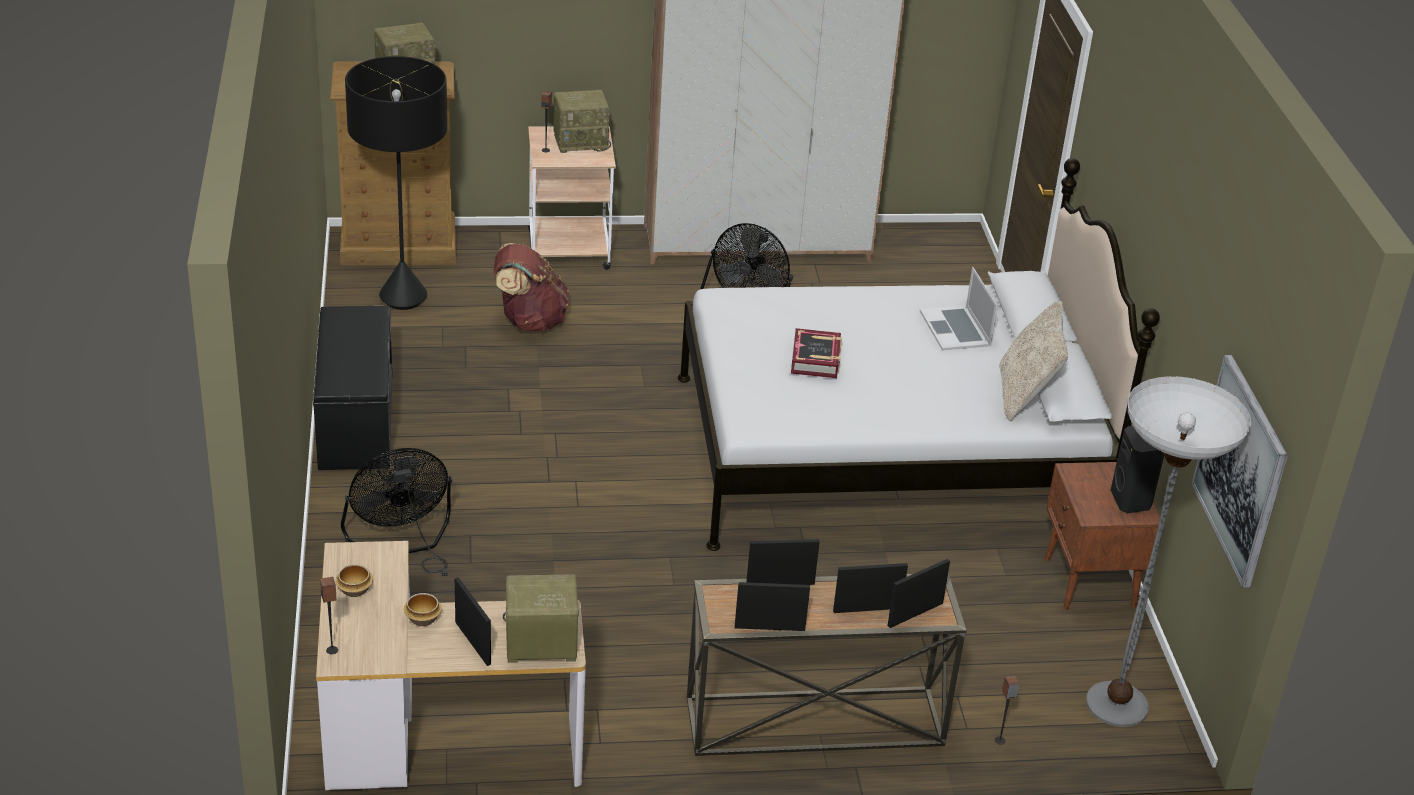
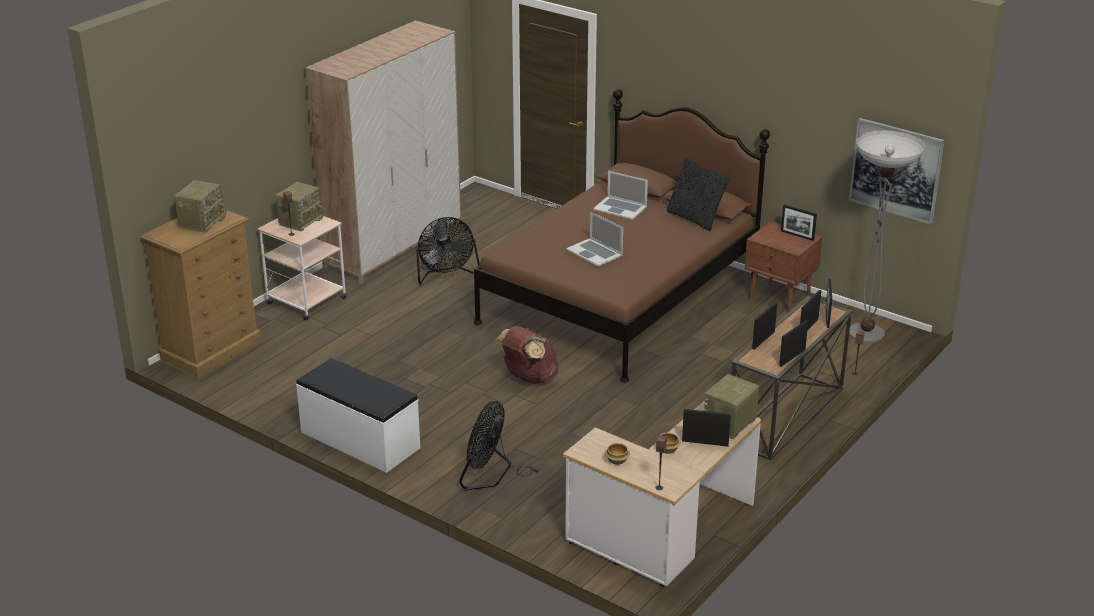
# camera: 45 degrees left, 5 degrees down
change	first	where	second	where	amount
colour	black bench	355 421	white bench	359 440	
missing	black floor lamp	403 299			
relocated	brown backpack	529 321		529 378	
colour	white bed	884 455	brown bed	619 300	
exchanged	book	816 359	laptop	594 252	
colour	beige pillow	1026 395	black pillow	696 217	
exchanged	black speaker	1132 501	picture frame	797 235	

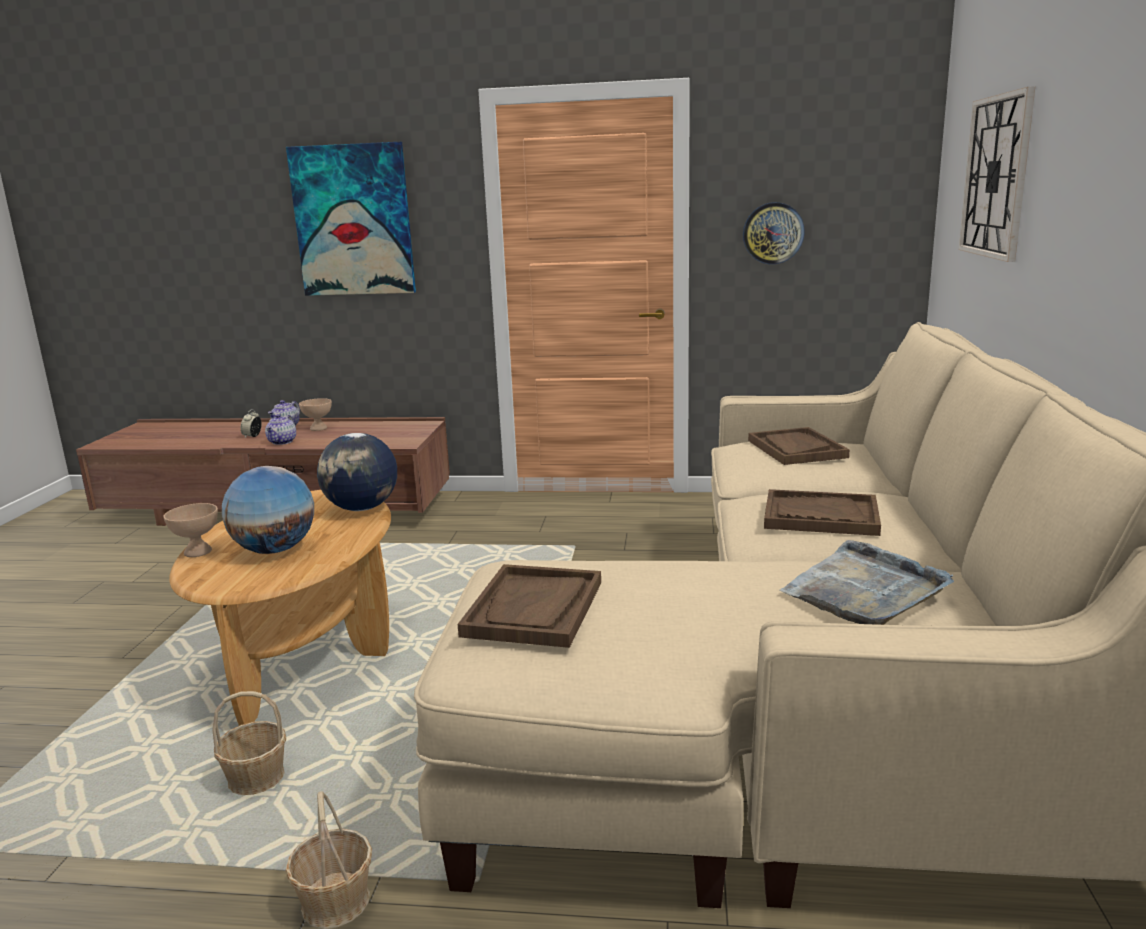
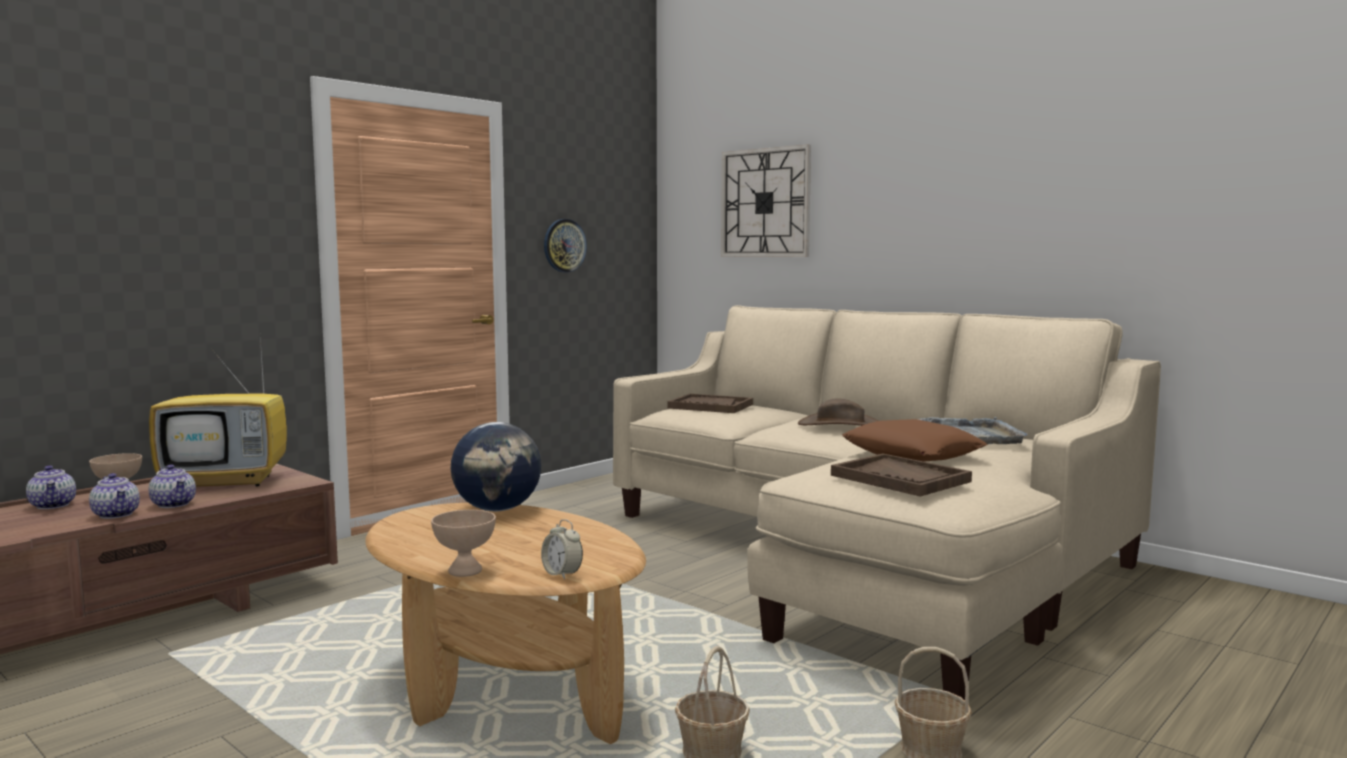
# camera: 55 degrees left, 10 degrees down
change	first	where	second	where	amount
missing	globe	274 550			
relocated	alarm clock	252 436		562 574	
missing	picture	353 220			
exchanged	brown tray	820 516	brown hat	840 425	
appeared			television	227 482	
appeared			teapot	174 504	
appeared			brown pillow	912 453	

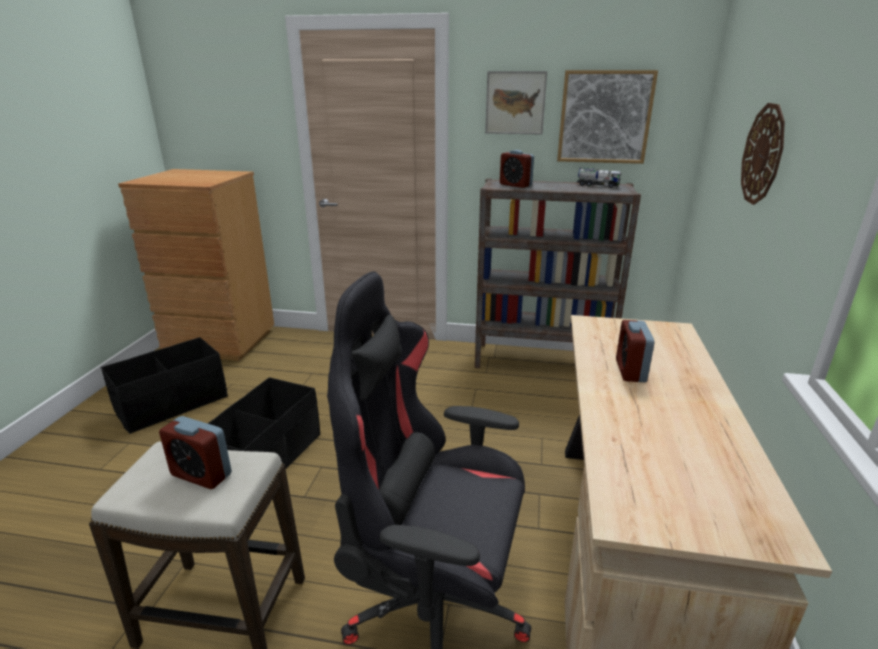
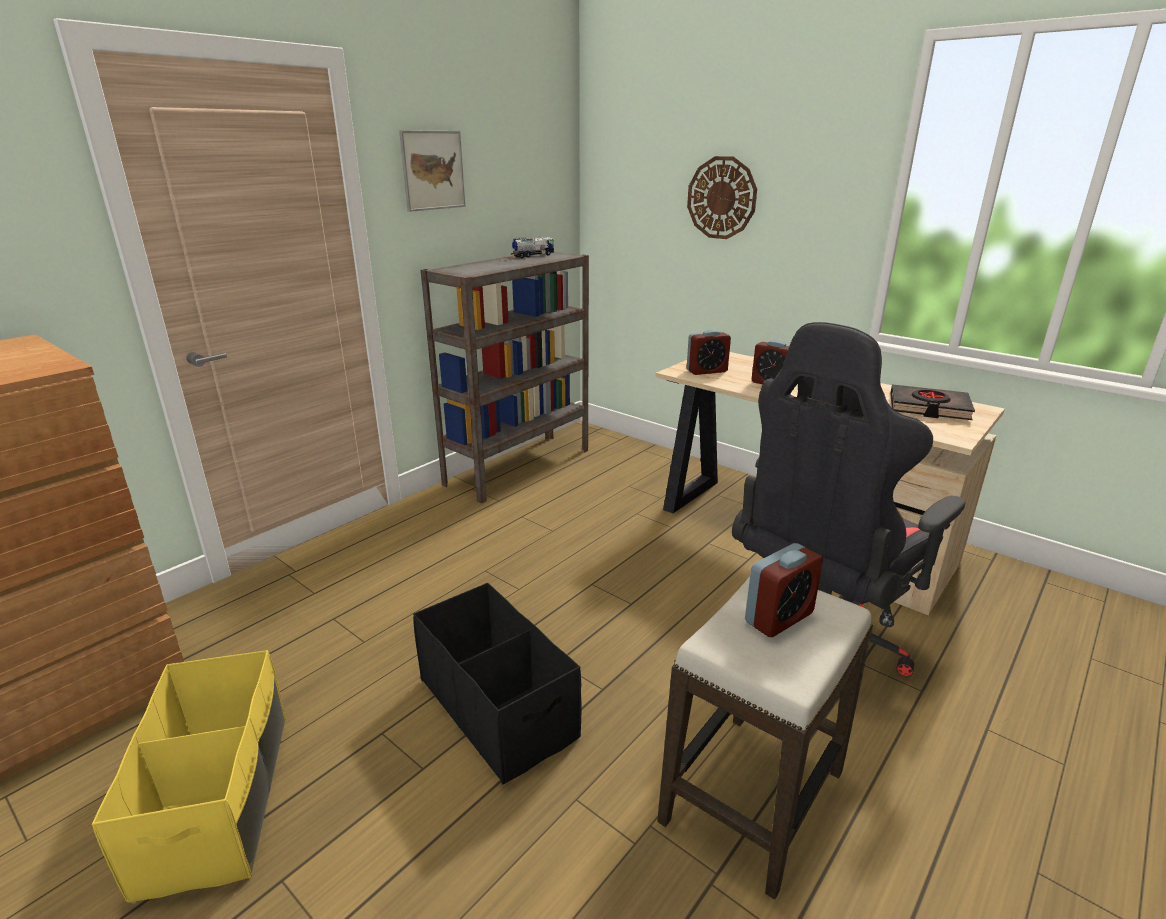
# camera: 60 degrees left, 0 degrees up
change	first	where	second	where	amount
colour	black storage box	172 404	yellow storage box	218 799	
relocated	alarm clock	515 185		706 371	
missing	picture	604 117			
appeared			black book	928 408	

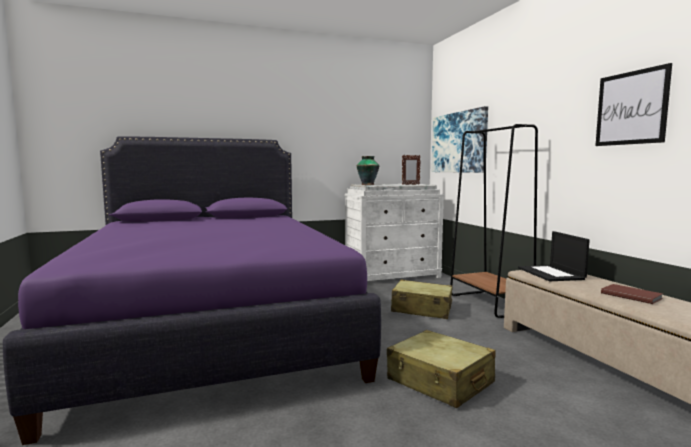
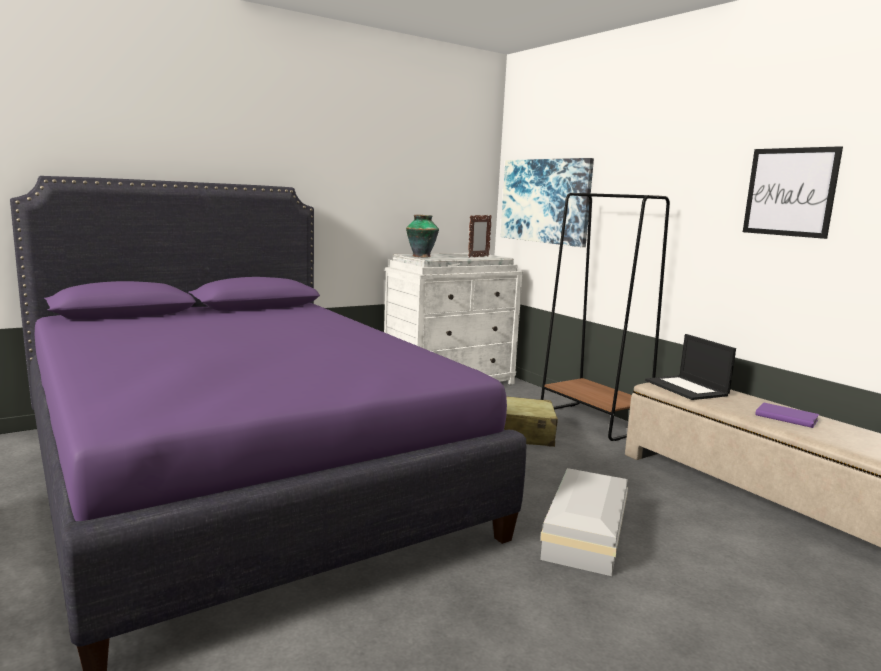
# camera: 15 degrees left, 5 degrees up
change	first	where	second	where	amount
exchanged	beige suitcase	440 381	white storage box	587 533	
colour	brown book	630 295	purple book	786 417	

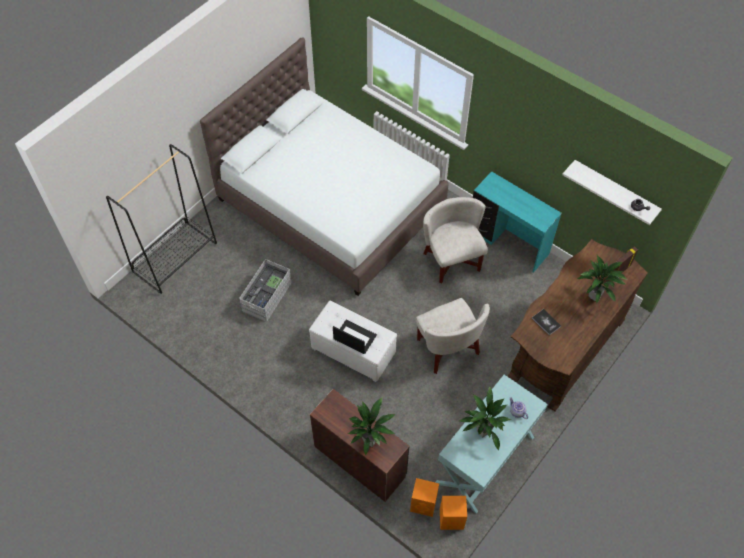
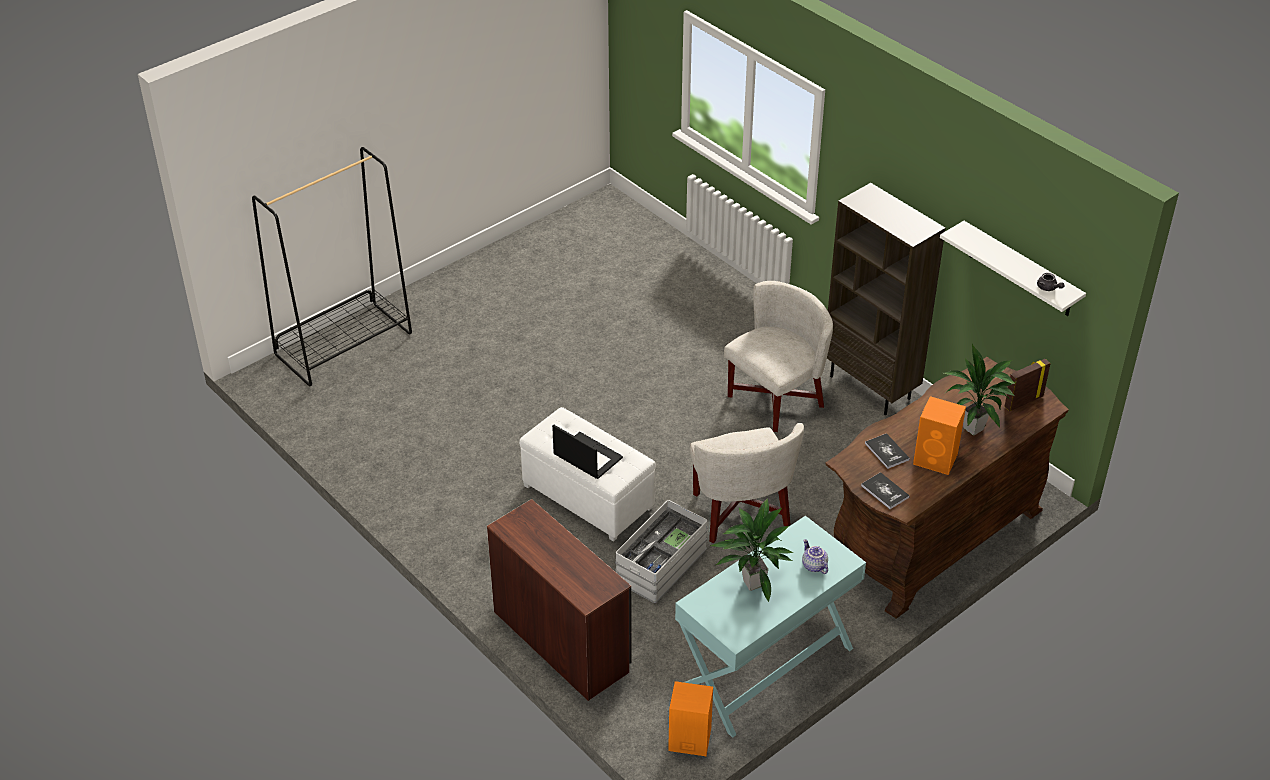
# camera: 10 degrees right, 15 degrees down
change	first	where	second	where	amount
missing	white bed	331 203			
relocated	grey storage box	267 296		662 565	
missing	potted plant	371 440			
relocated	orange speaker	424 504		936 459	
spun	white armchair	452 261		775 399	60 degrees clockwise
exchanged	turquoise desk	508 243	brown bookcase	871 387	
appeared			book	885 491	

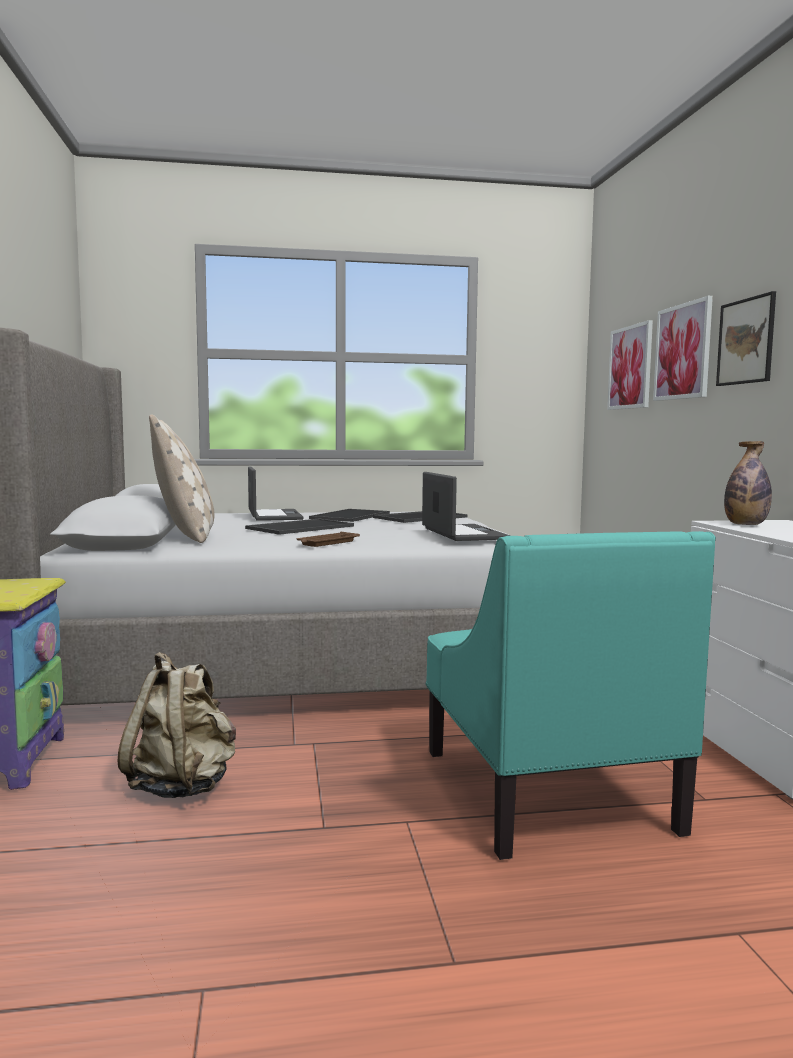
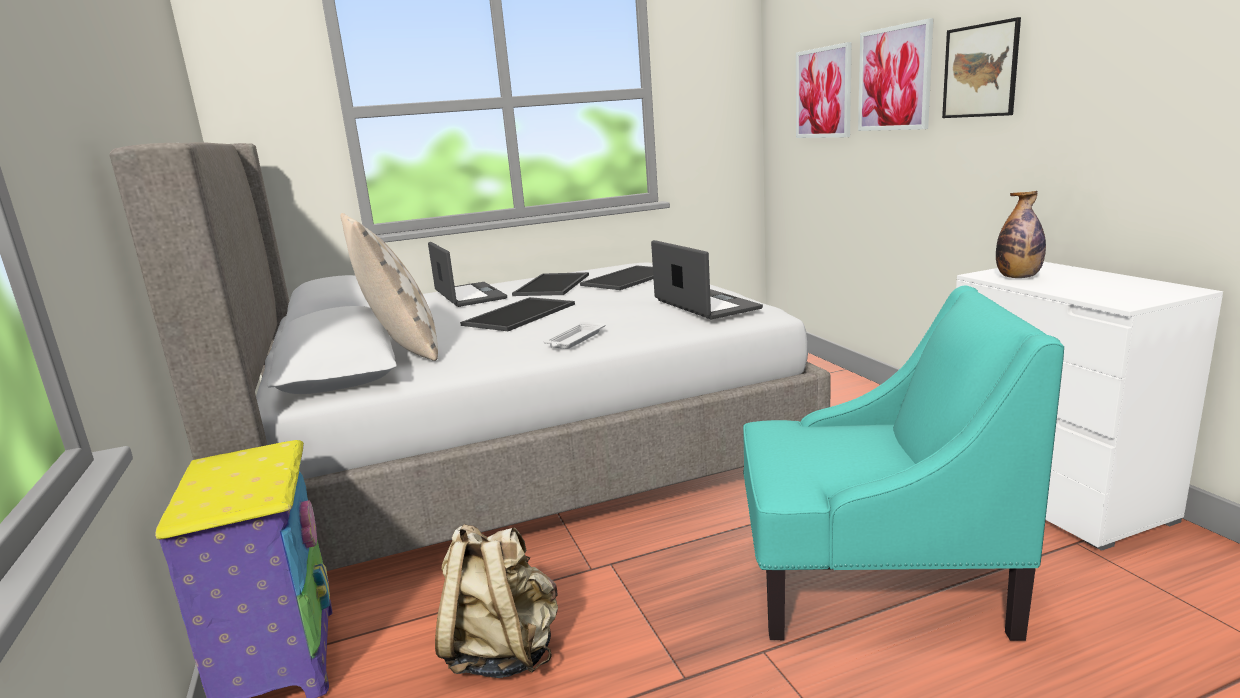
# camera: 10 degrees left, 10 degrees up
change	first	where	second	where	amount
colour	brown tray	327 543	white tray	575 340	
spun	turquoise armchair	543 790		869 581	60 degrees counterclockwise

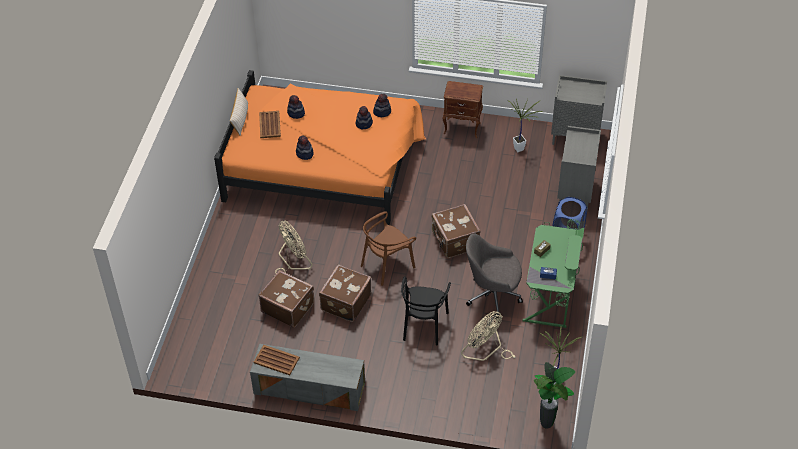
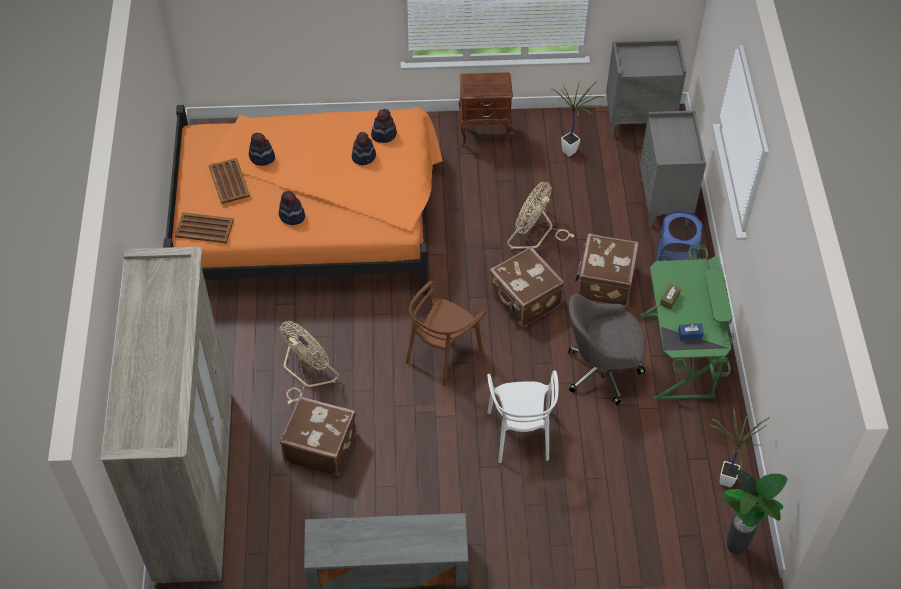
# camera: 15 degrees left, 5 degrees up
change	first	where	second	where	amount
missing	beige pillow	240 119			
relocated	brown tray	277 360		205 228	
relocated	brown suitcase	345 302		604 282	
colour	black chair	424 325	white chair	520 434	
relocated	beige fan	488 348		538 232	
appeared			beige wardrobe	194 484	

